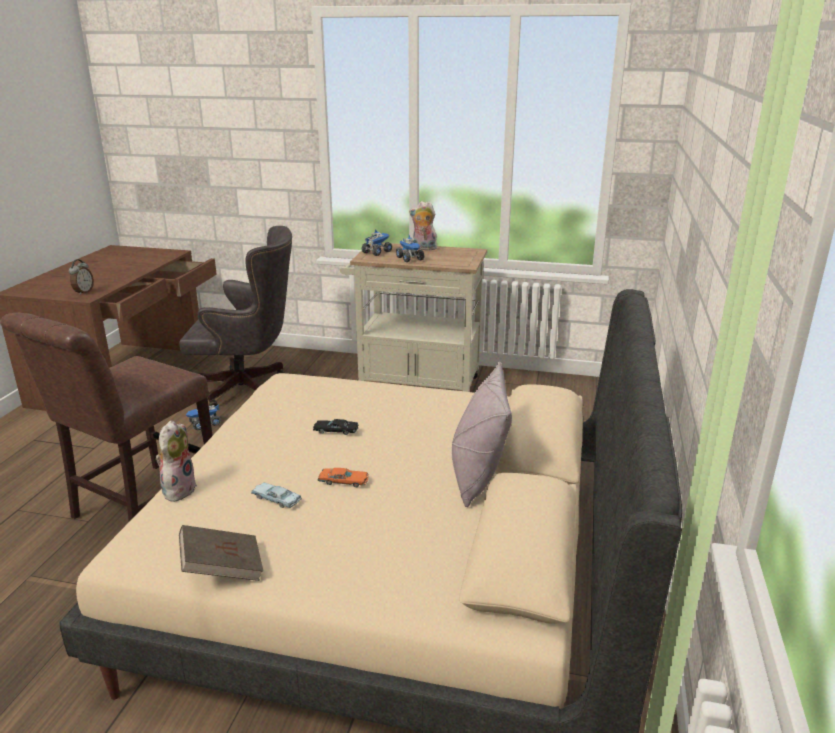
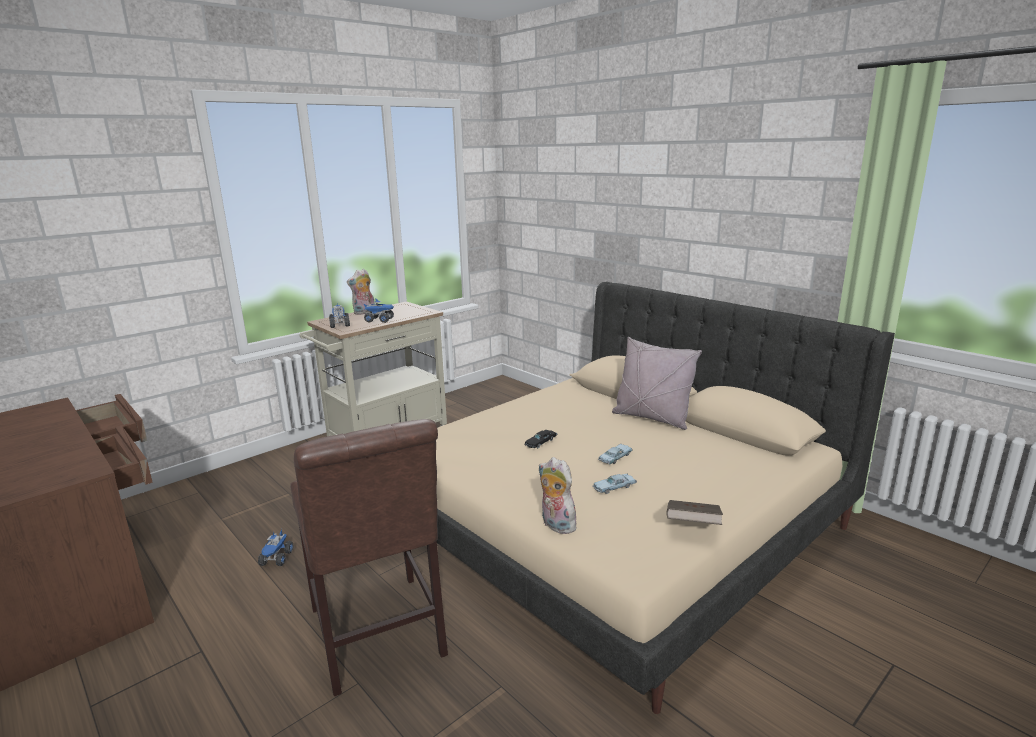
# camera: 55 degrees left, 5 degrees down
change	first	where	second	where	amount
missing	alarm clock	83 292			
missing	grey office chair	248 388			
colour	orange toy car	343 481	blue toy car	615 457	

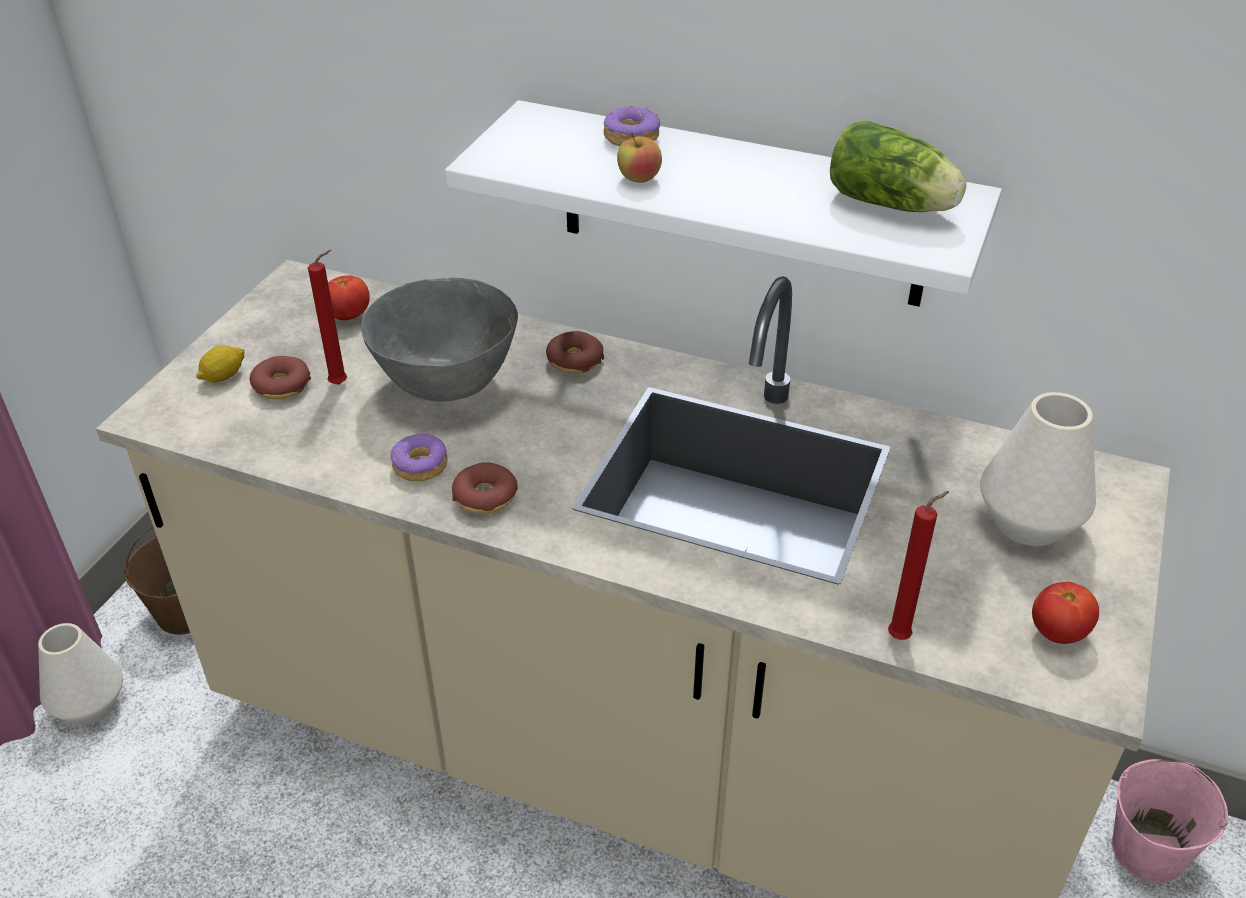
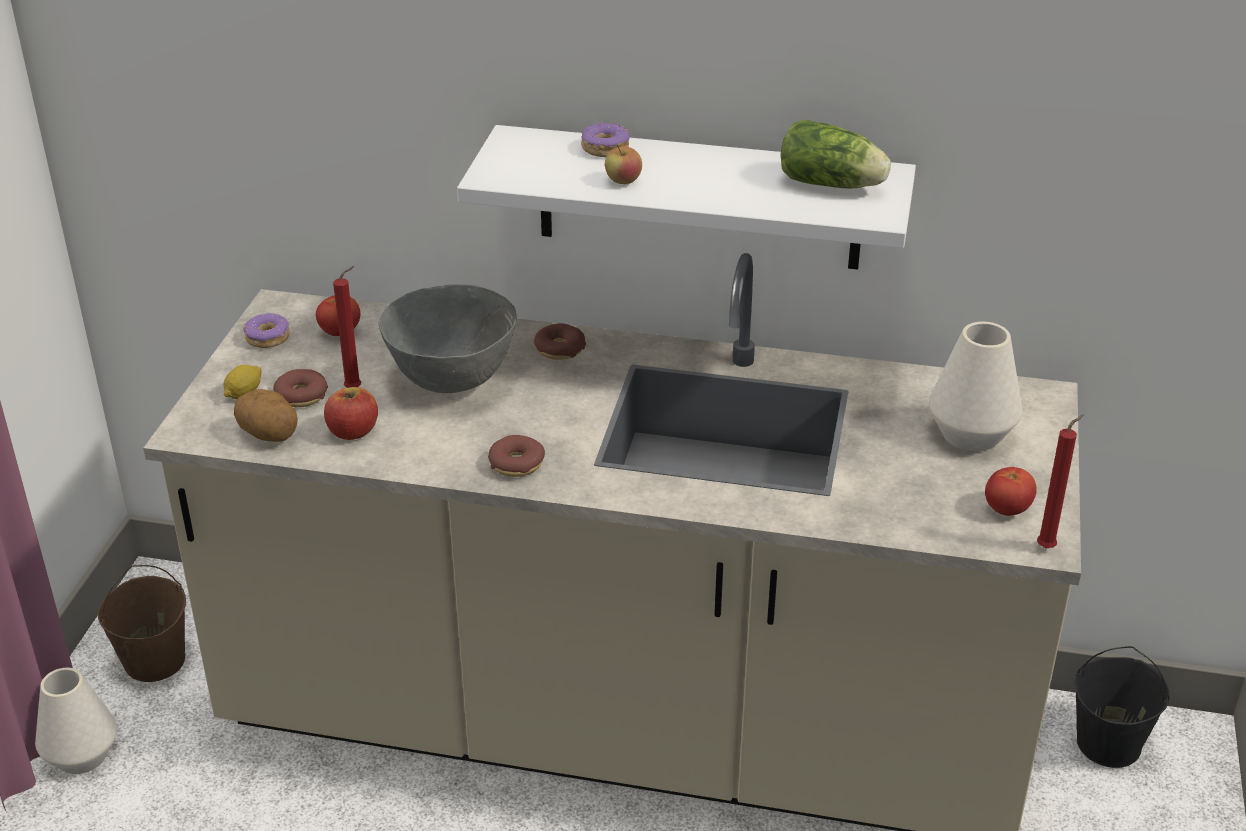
# camera: 10 degrees left, 5 degrees down
change	first	where	second	where	amount
relocated	donut	420 466		268 338	
relocated	red candle	902 636		1048 547	
colour	pink bucket	1147 850	black bucket	1108 743	
appeared			potato	269 435	
appeared			apple	353 431	

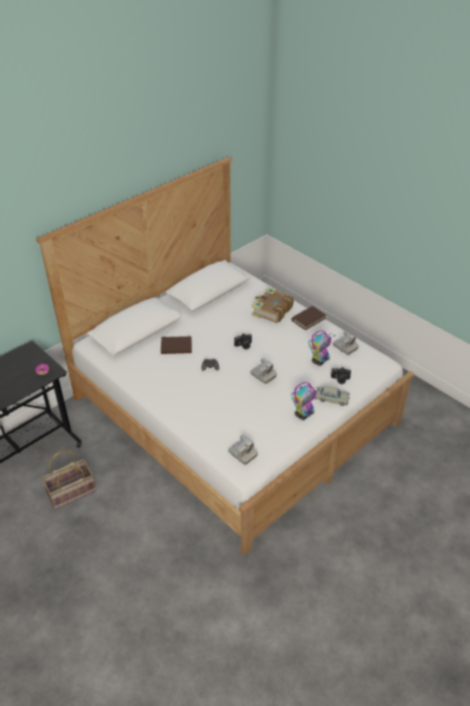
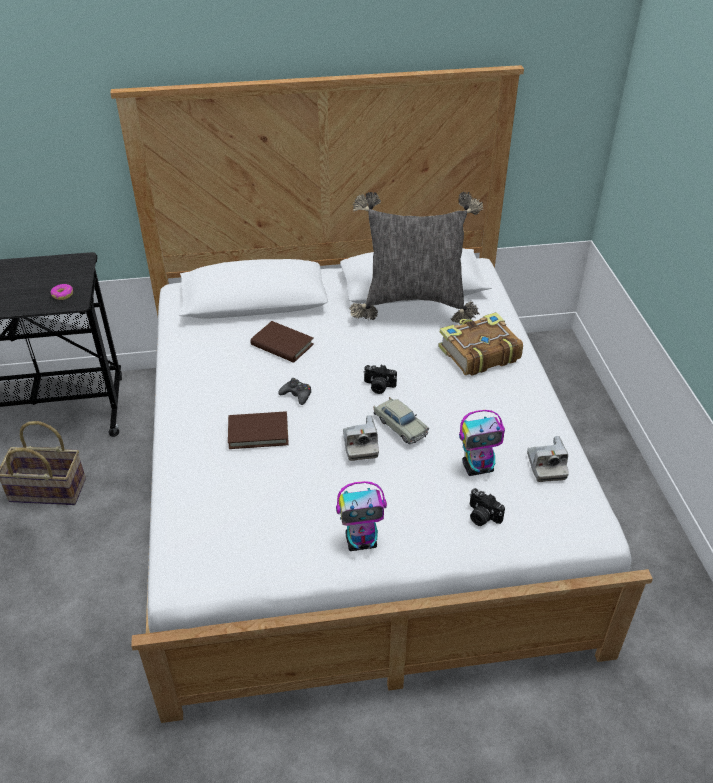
# camera: 35 degrees right, 0 degrees up
change	first	where	second	where	amount
missing	photo camera	242 454			
relocated	brown book	308 319		258 432	
relocated	beige toy car	331 399		400 426	
appeared			pillow	413 310	

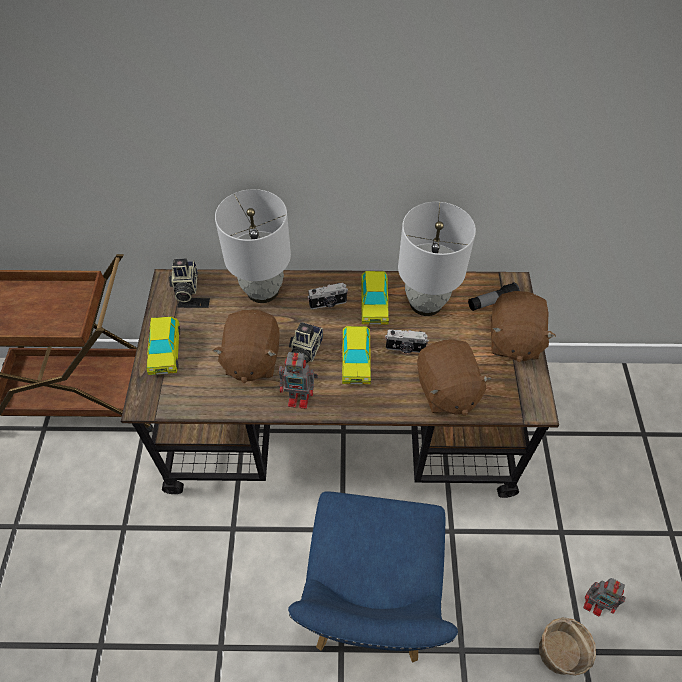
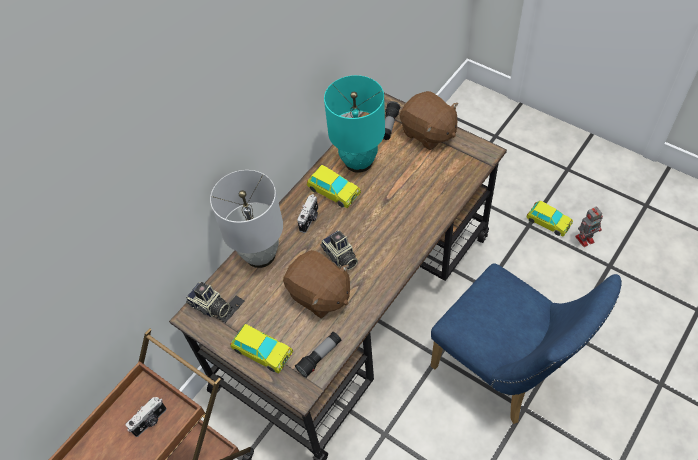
# camera: 50 degrees left, 0 degrees up
change	first	where	second	where	amount
missing	toy robot	300 398			
relocated	toy car	356 360		548 222	
relocated	photo camera	405 348		150 421	
colour	white table lamp	425 303	turquoise table lamp	358 162	
missing	brown plush toy	446 390			
missing	basket	559 651			
appeared			flashlight	319 357	

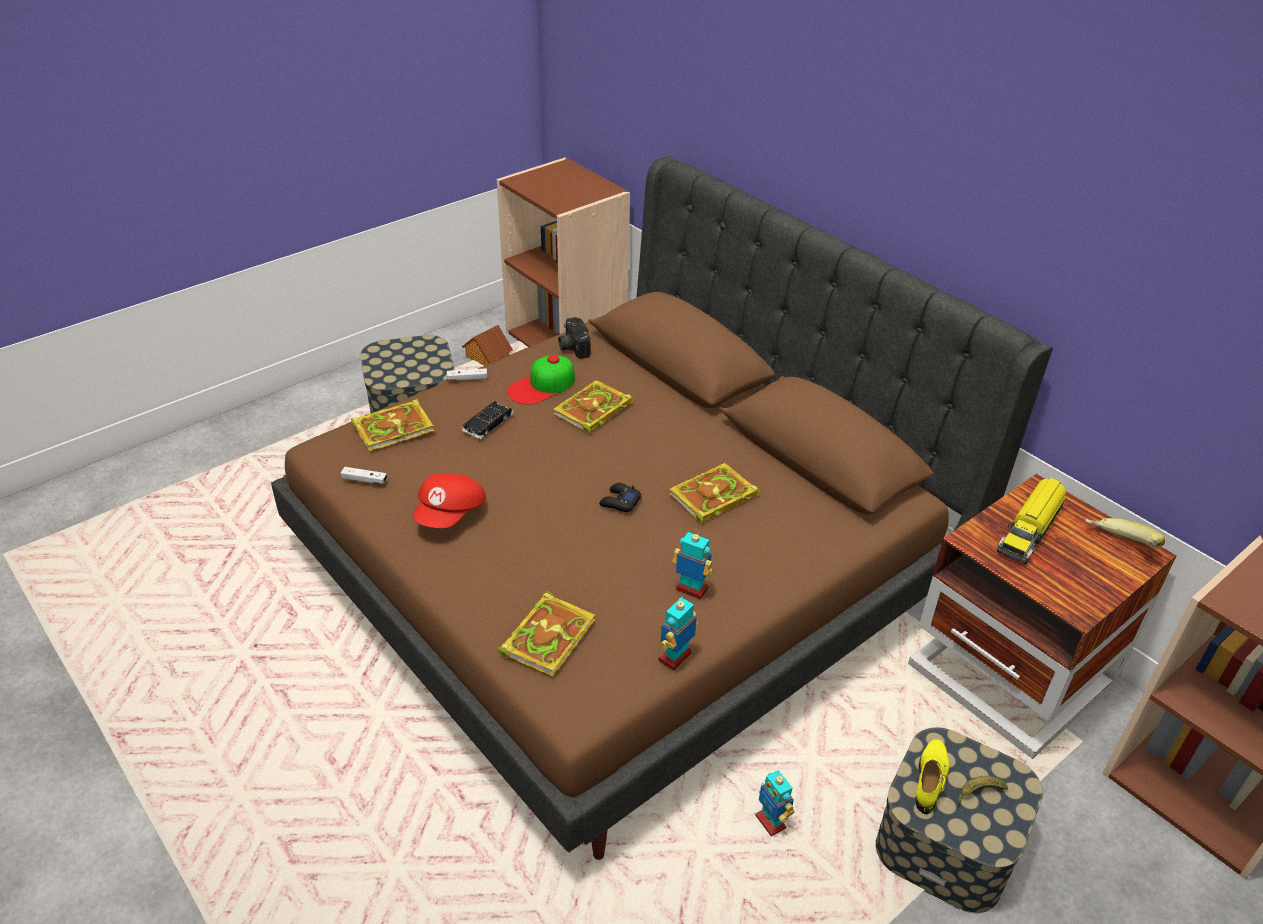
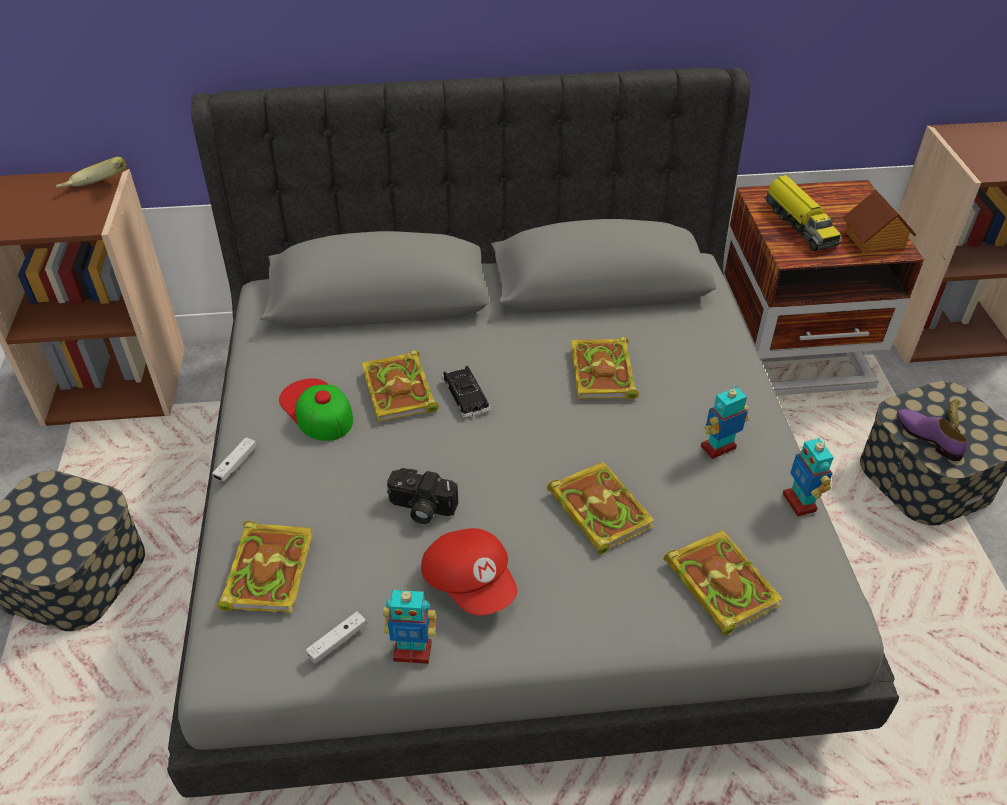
# camera: 55 degrees left, 5 degrees up
change	first	where	second	where	amount
colour	brown bed	628 568	grey bed	504 513	
relocated	toy house	487 357		874 239	
relocated	black toy car	488 423		465 395	
spun	cap	542 386		316 409	150 degrees clockwise
relocated	photo camera	572 346		420 508	
missing	black game controller	619 502			
relocated	toy robot	771 822		412 651	
colour	yellow shoe	930 779	purple shoe	927 437	
relocated	banana	1118 546		96 191	
appeared			book	597 509	

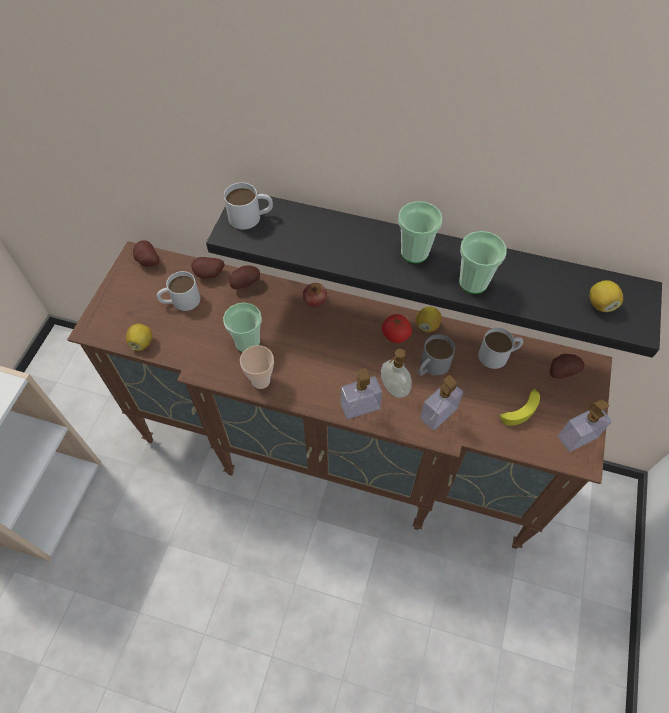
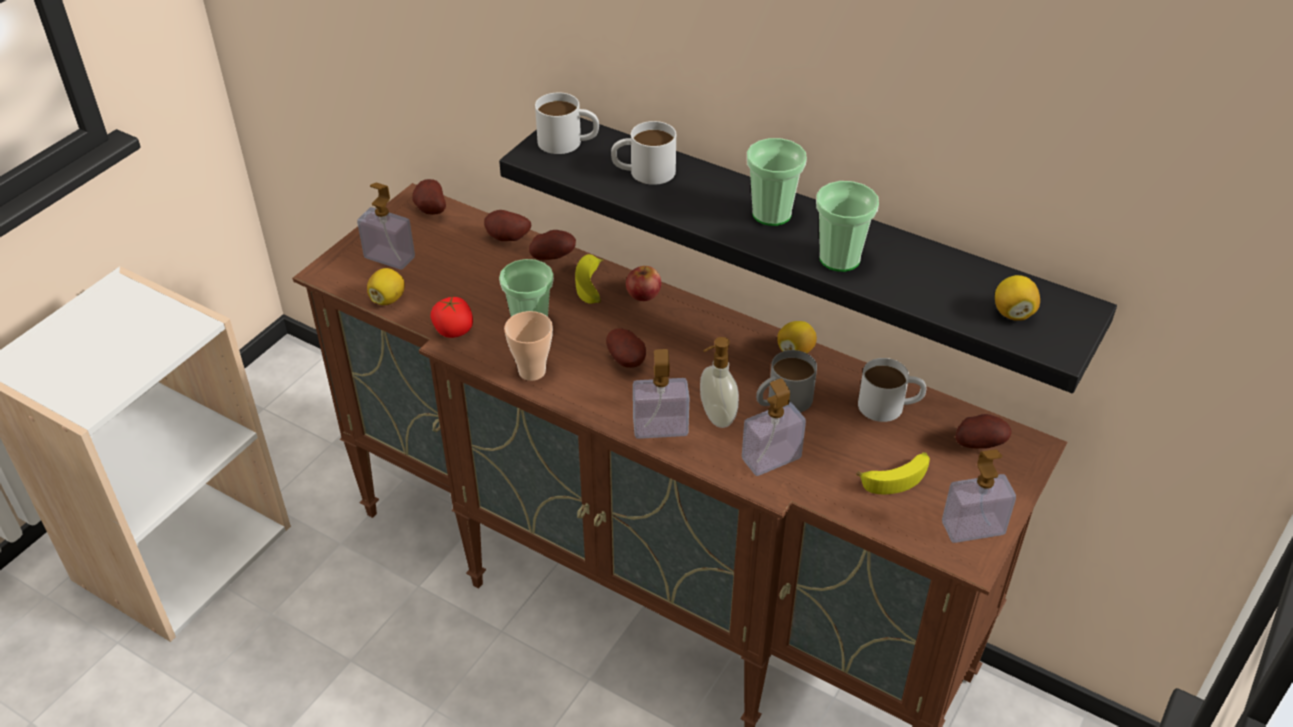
# camera: 15 degrees right, 15 degrees down
change	first	where	second	where	amount
relocated	white mug	180 301		643 171	
relocated	tomato	395 335		454 331	
appeared			soap dispenser	389 257	
appeared			banana	592 287	
appeared			potato	627 361	

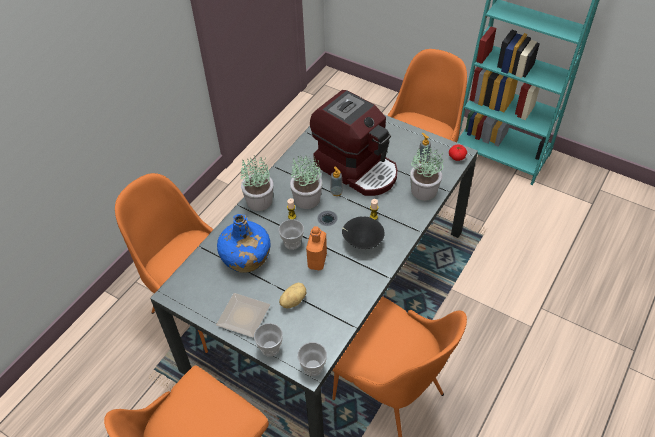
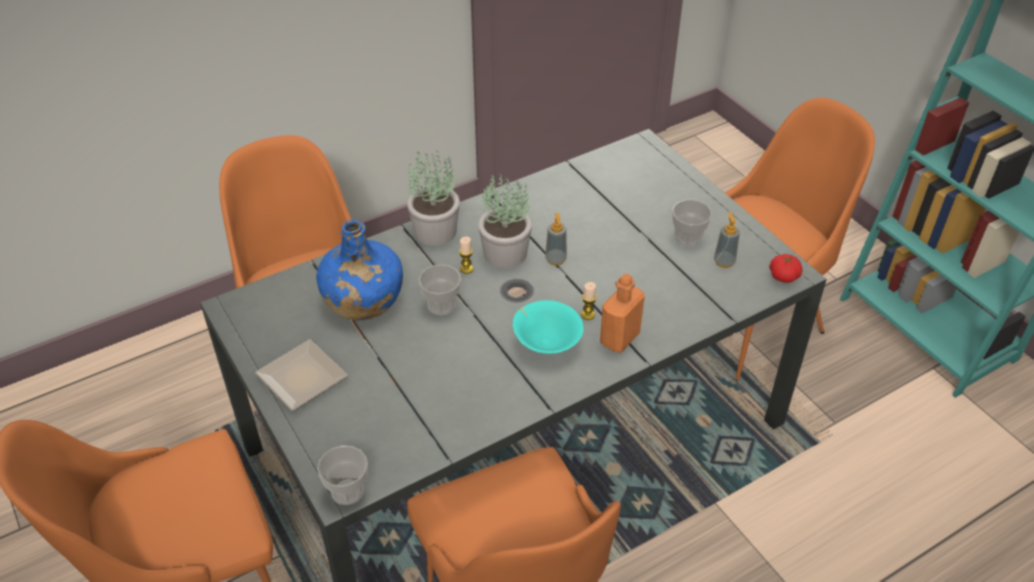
# camera: 25 degrees right, 5 degrees down
change	first	where	second	where	amount
relocated	cup	270 348		688 238	
missing	potato	293 300			
relocated	orange bottle	317 261		619 338	
missing	coffee machine	357 168			
colour	black bowl	362 241	turquoise bowl	546 342	
missing	potted plant	424 190			

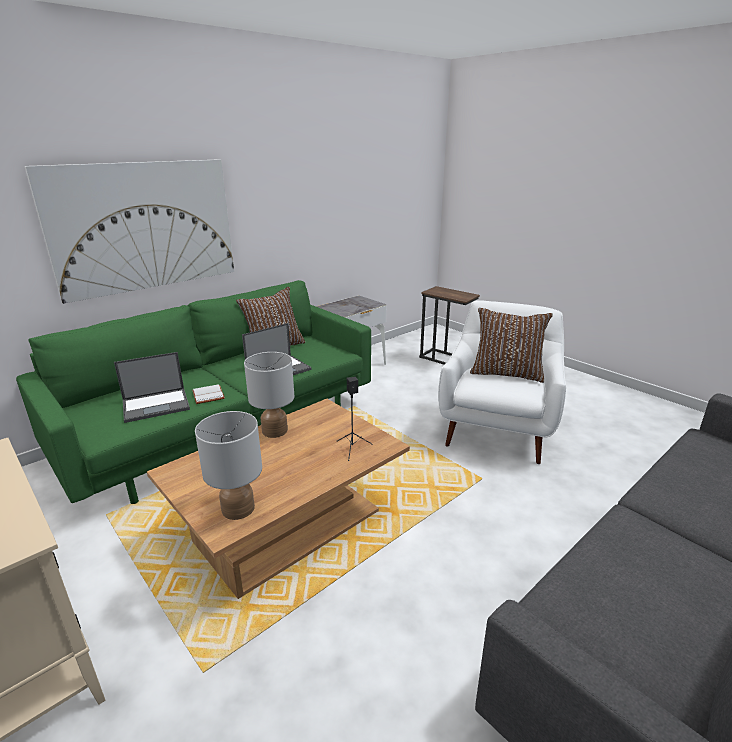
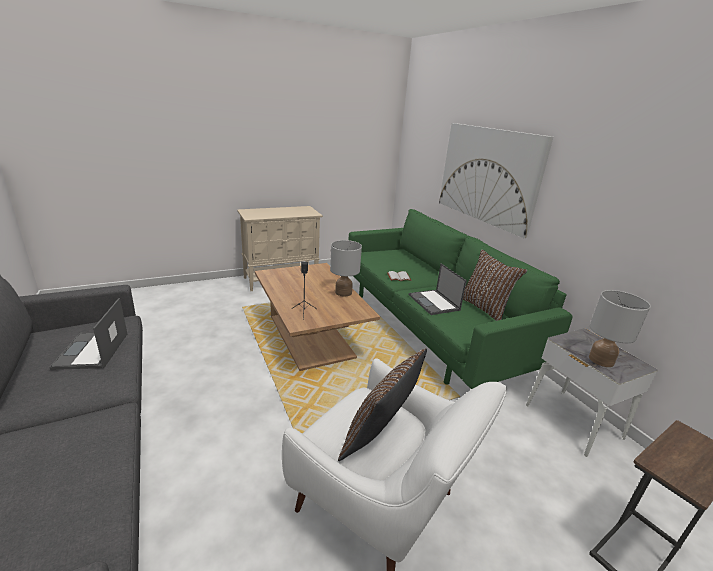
# camera: 105 degrees right, 0 degrees up
change	first	where	second	where	amount
relocated	laptop	157 405		92 351	
relocated	grey table lamp	238 509		601 360	

